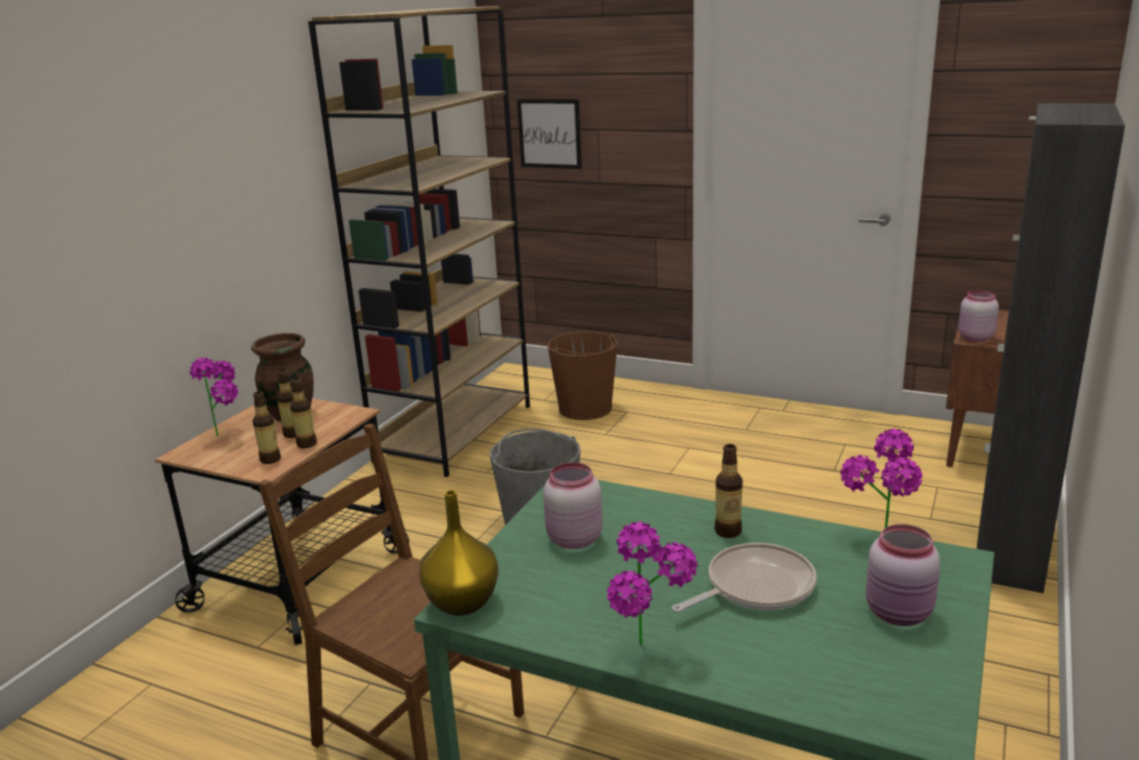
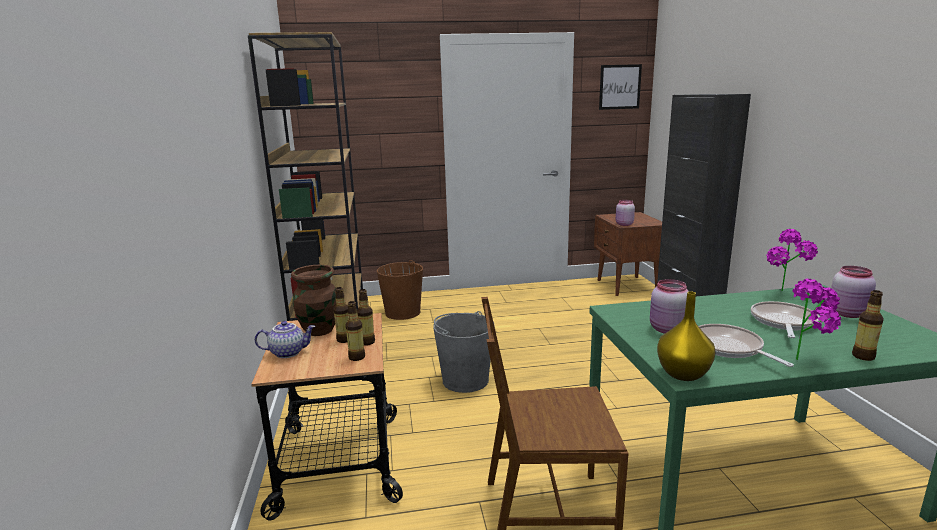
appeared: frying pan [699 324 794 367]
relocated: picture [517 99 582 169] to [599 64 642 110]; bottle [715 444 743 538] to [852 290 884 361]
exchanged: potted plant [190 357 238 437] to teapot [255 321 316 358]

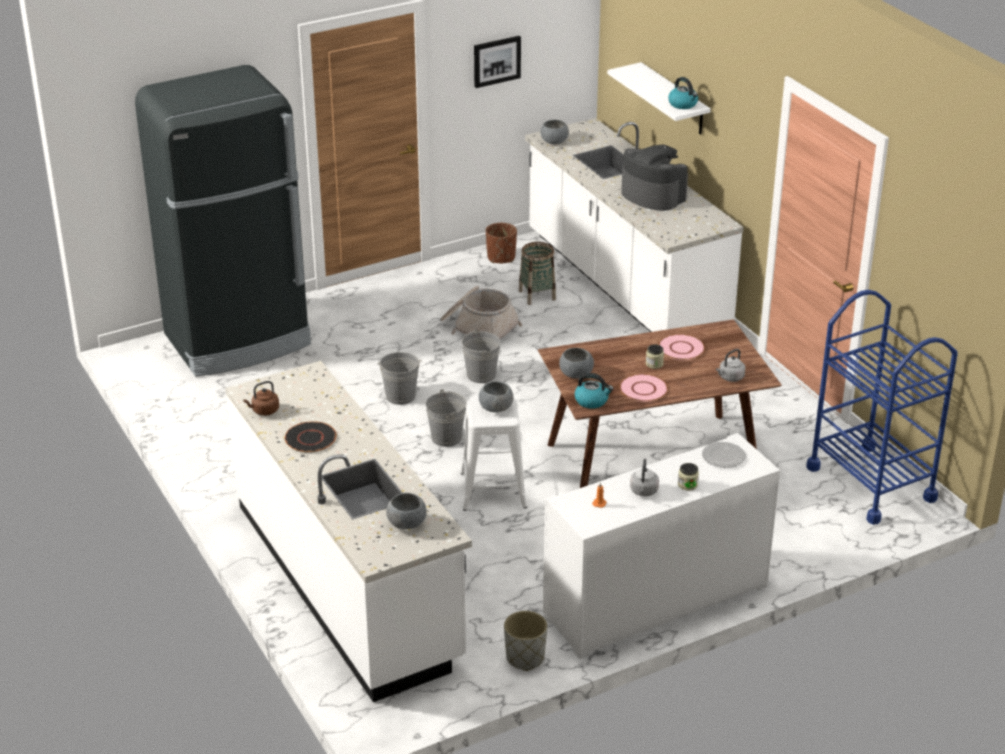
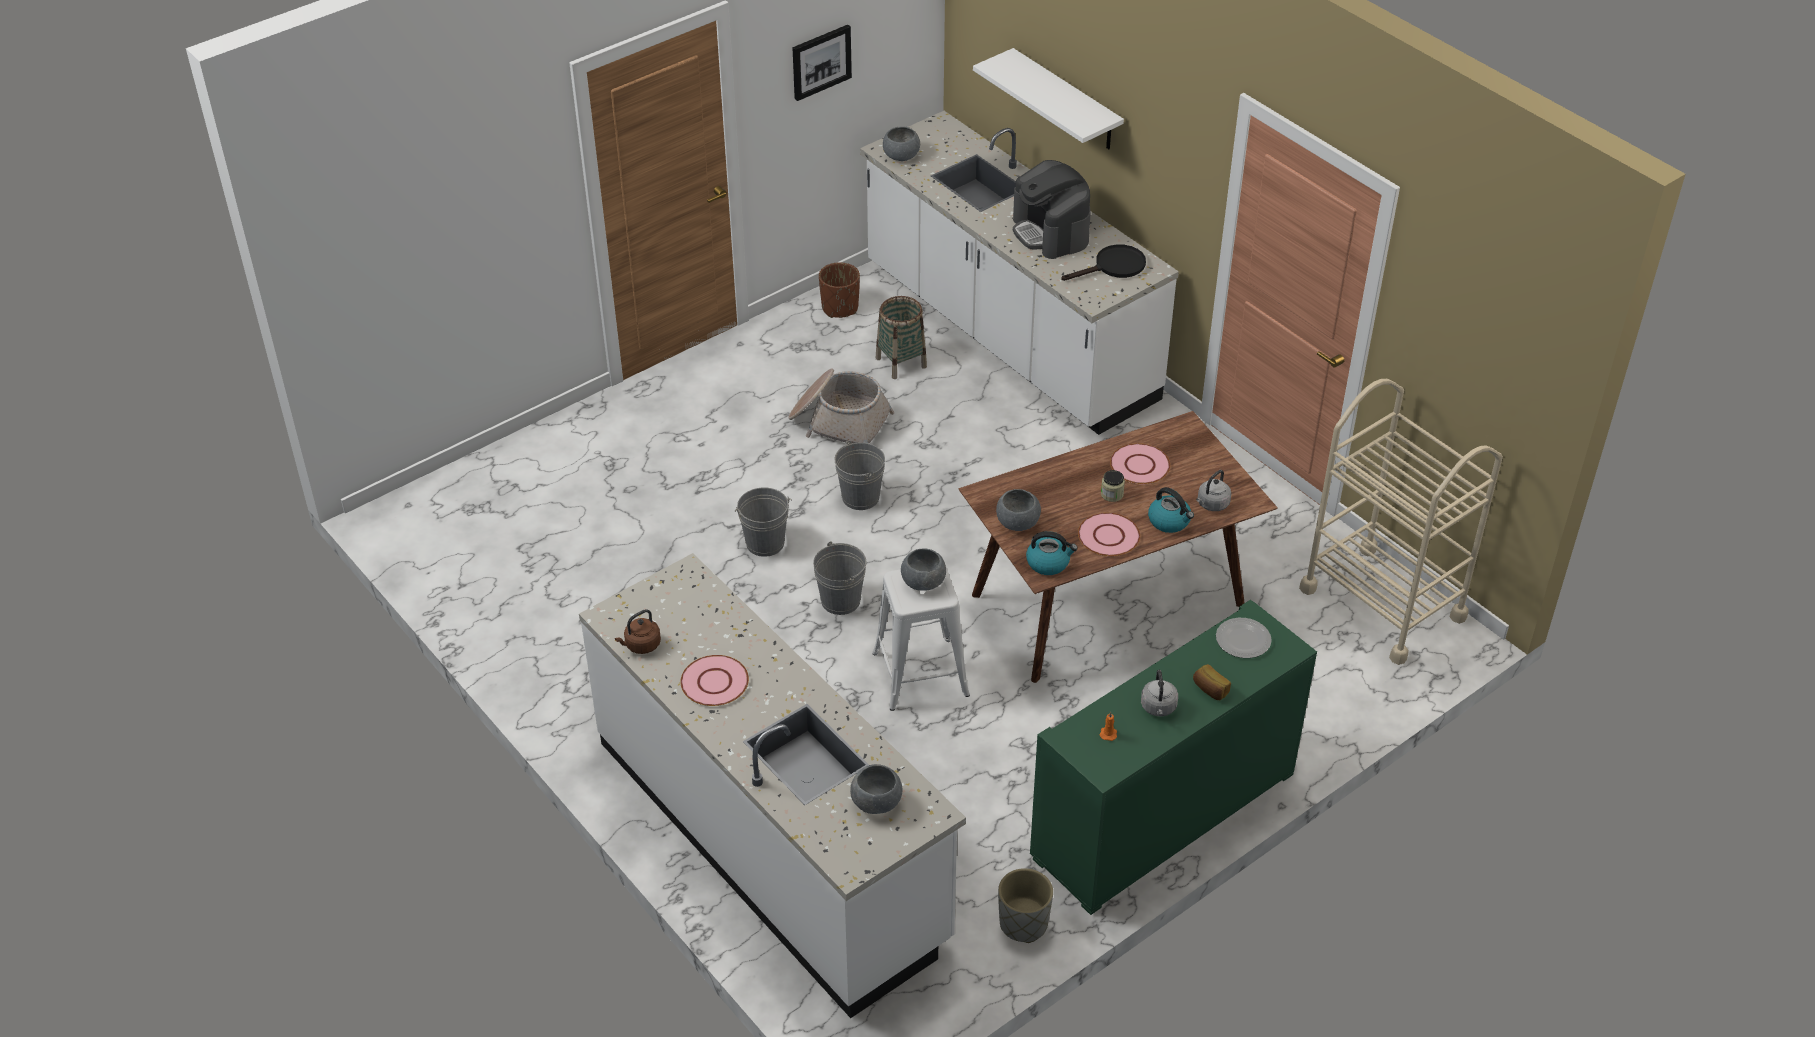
missing: black fridge [135 65 311 376]
appeared: black frying pan [1061 244 1146 281]
relocated: kettle [668 77 698 109] to [1148 487 1194 533]
exchanged: jar [678 463 699 491] to bread [1193 664 1231 700]
colour: black plate [285 421 337 453] to pink plate [680 655 749 706]; white cabinet [543 433 780 659] to green cabinet [1030 600 1317 915]; blue cart [806 290 958 525] to beige cart [1299 379 1503 665]
spun: coffee machine [621 145 688 211] = [1013 160 1091 259] 150 degrees counterclockwise

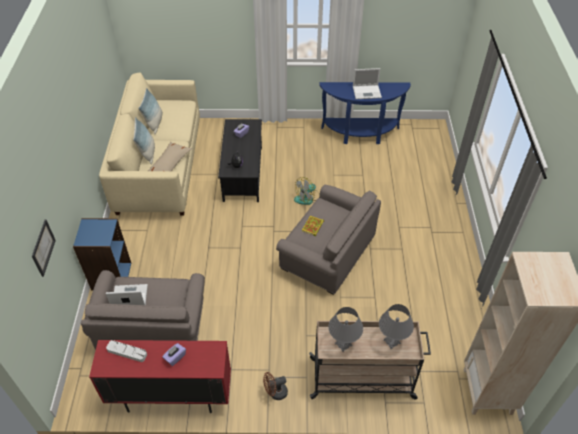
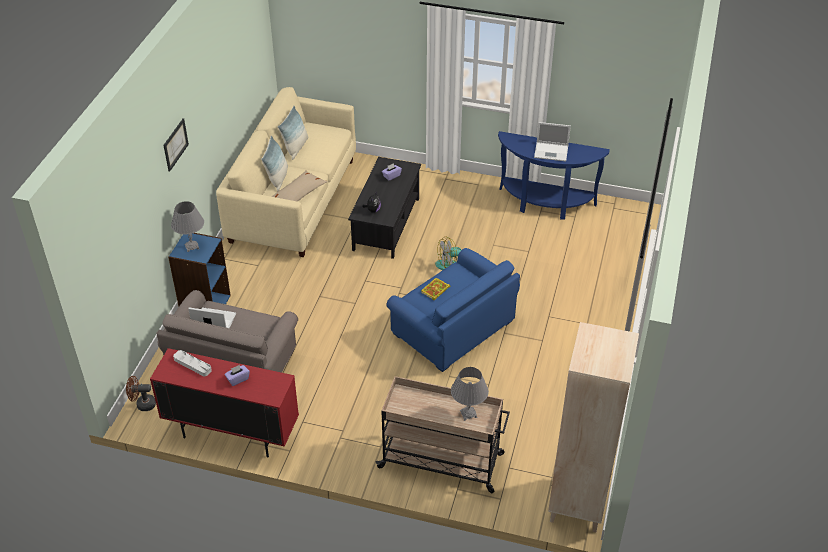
relocated: picture [32 219 56 277] to [163 118 189 172]; brown fan [263 372 288 400] to [126 376 156 411]; grey table lamp [328 307 363 352] to [171 201 204 252]
colour: grey armchair [276 185 381 295] to blue armchair [386 248 520 372]

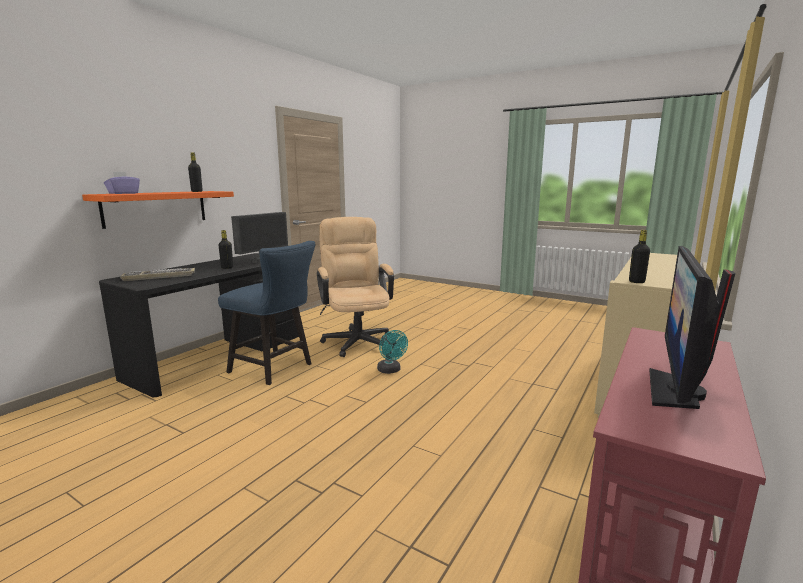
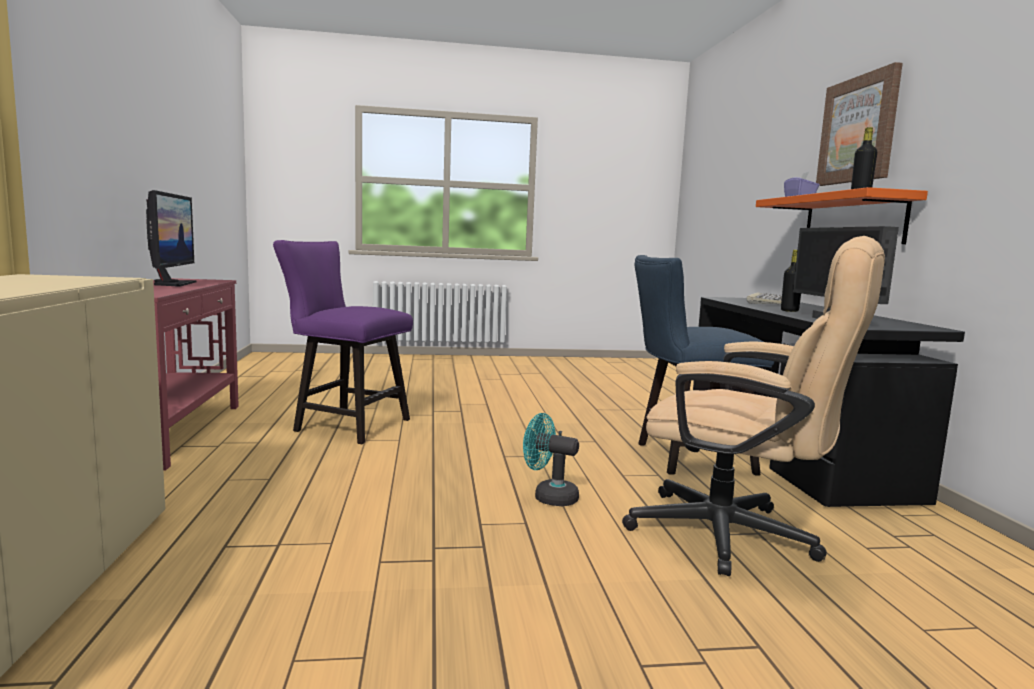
missing: black bottle [629 230 650 283]
appeared: purple chair [273 240 413 444]; picture [816 62 903 186]

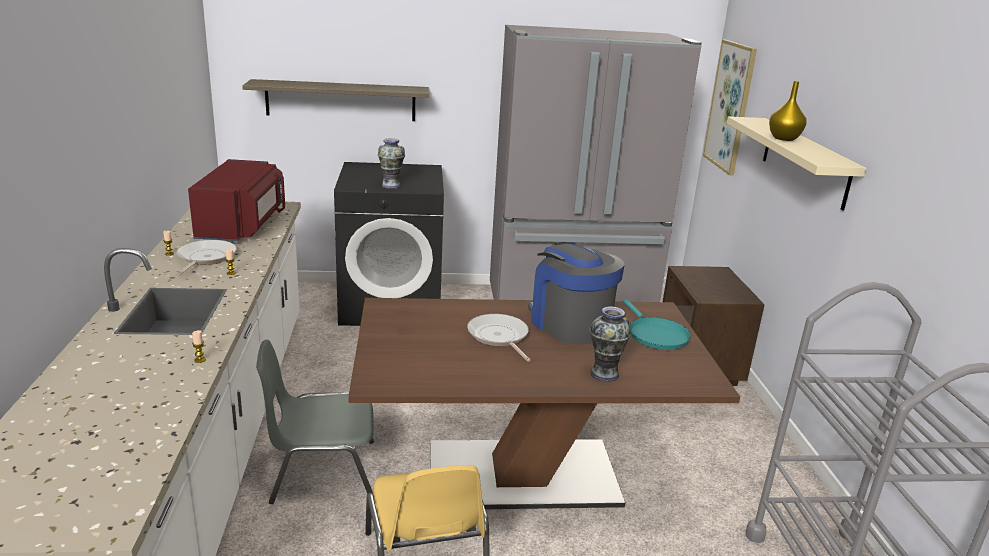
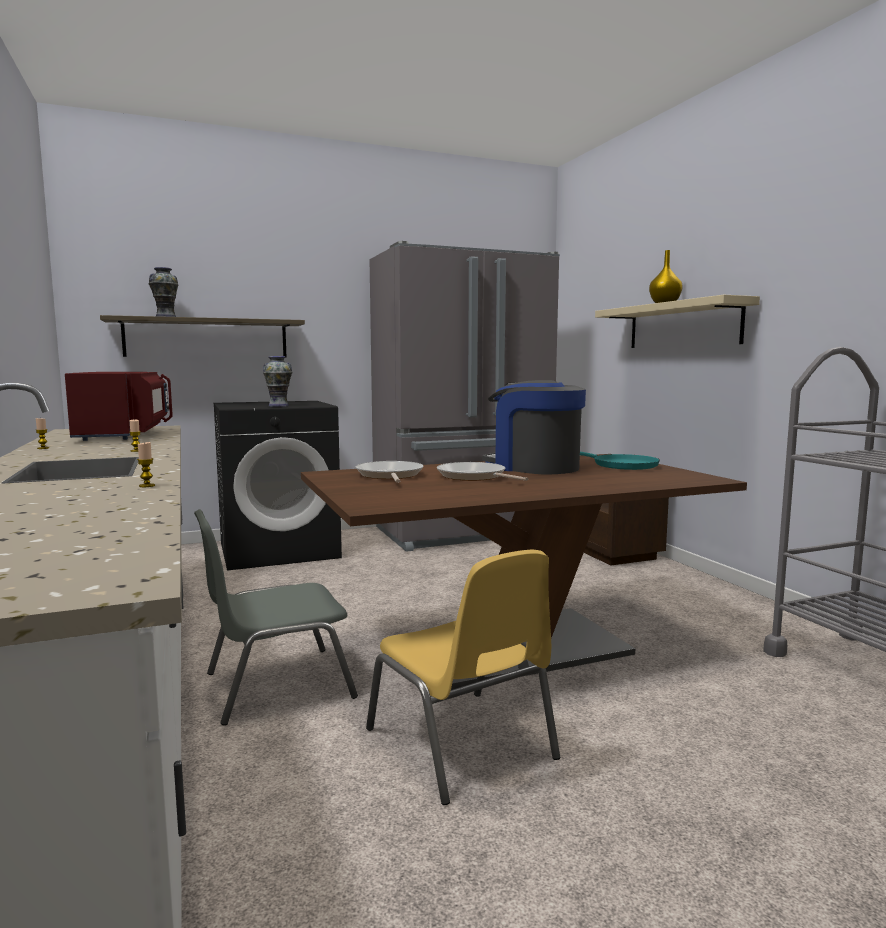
missing: picture [703 39 757 176]
relocated: frying pan [176 240 237 276] to [356 461 424 483]; vase [589 306 631 382] to [149 267 179 317]

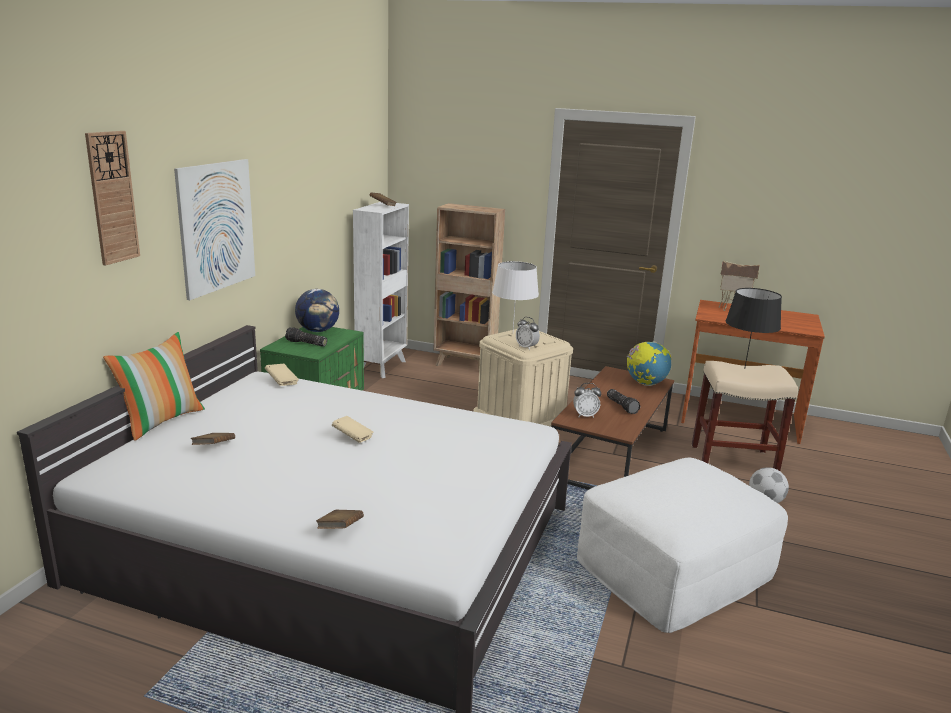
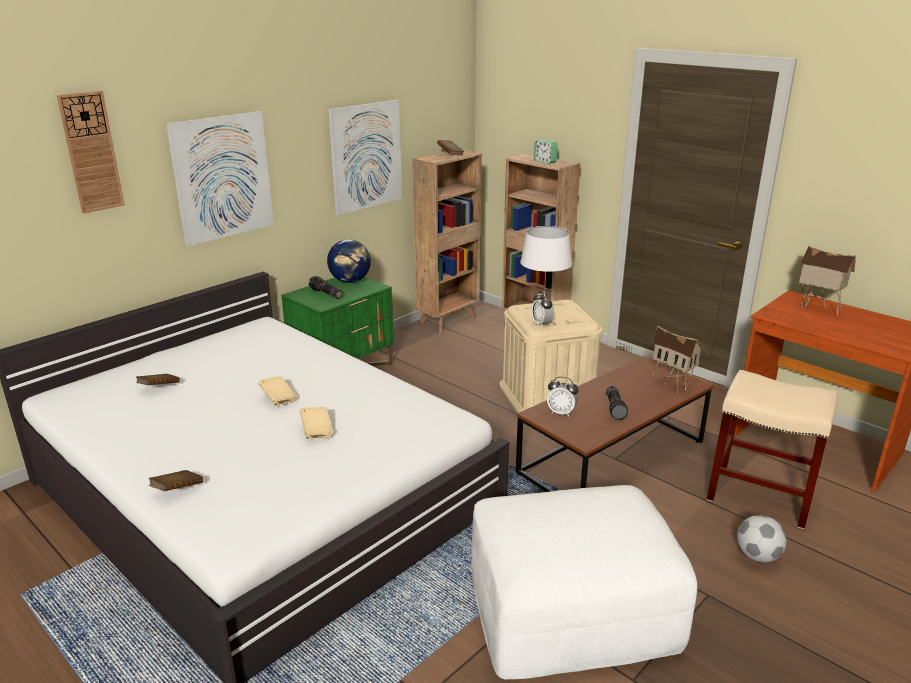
missing: pillow [103 332 205 441]; black table lamp [726 288 782 369]
appeared: picture [328 100 402 215]; alarm clock [534 140 558 164]
relocated: beige book [265 364 299 386] to [300 407 334 439]
exchanged: globe [627 342 671 386] to toy house [649 326 704 394]
colour: white bookcase [353 202 409 378] to brown bookcase [412 150 482 333]

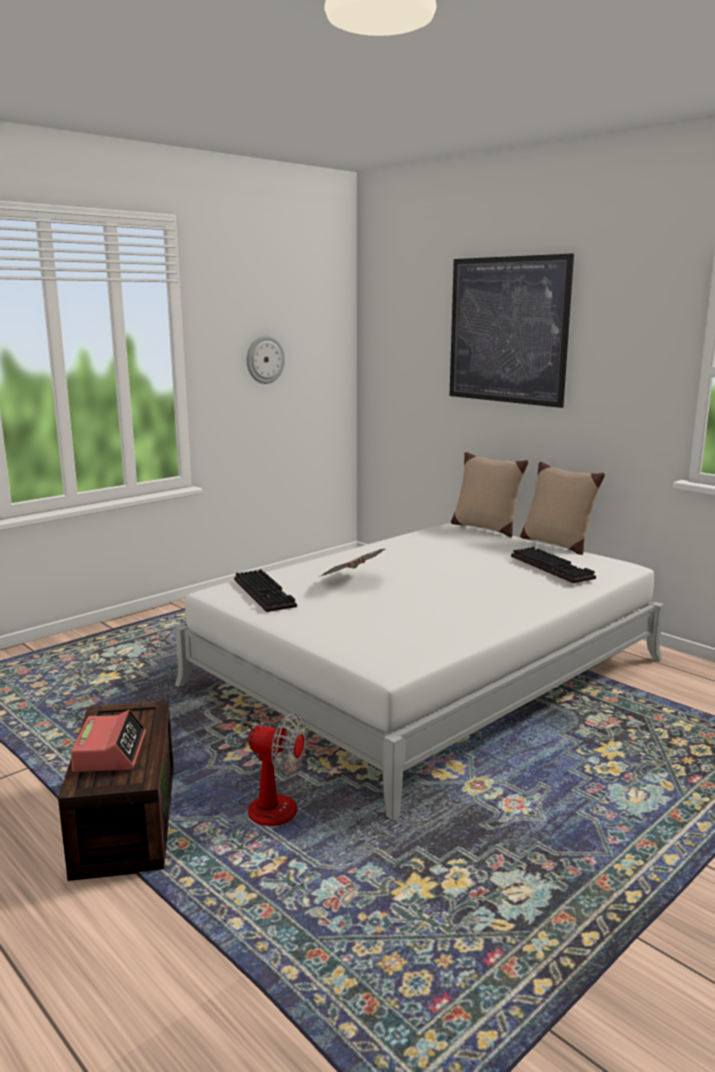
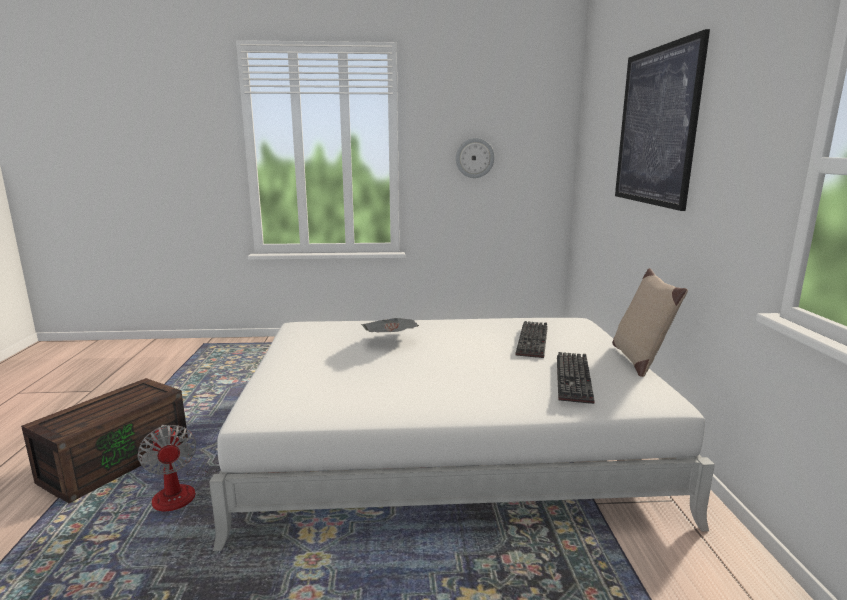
missing: alarm clock [70 710 146 772]; beige pillow [451 452 528 537]
relocated: keyboard [234 569 297 612] to [516 321 548 358]

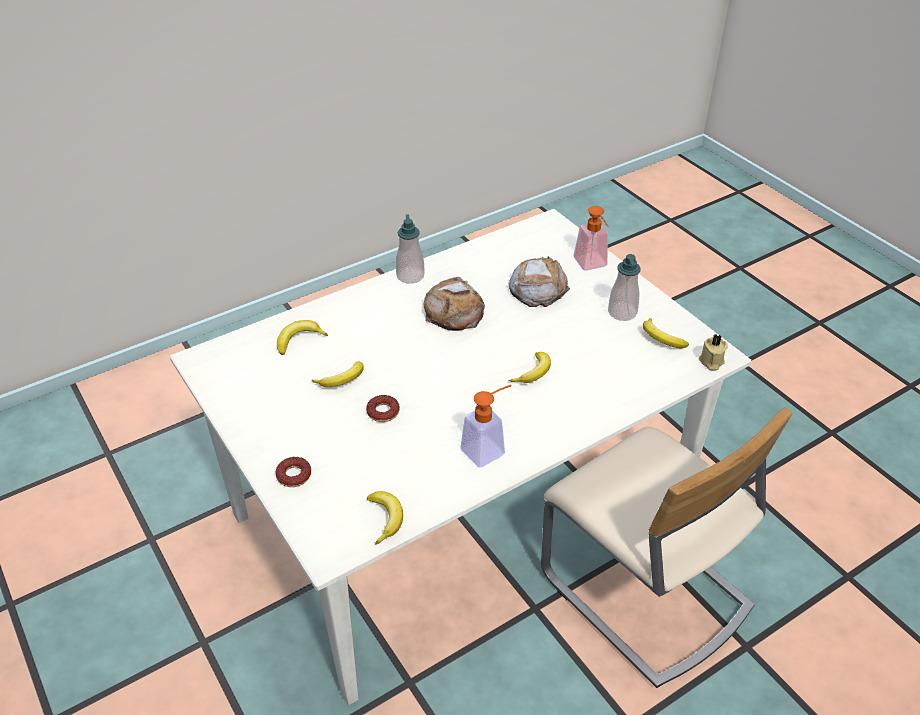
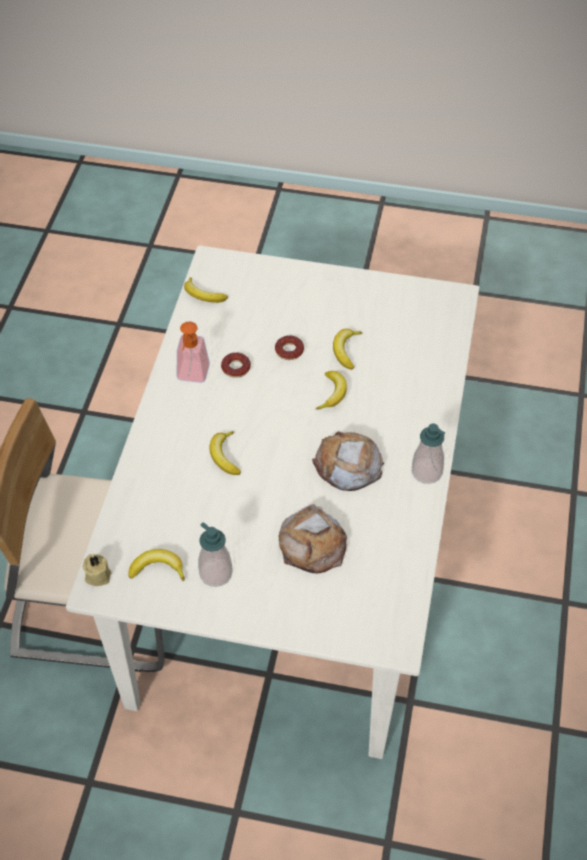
missing: soap dispenser [574 206 608 271]
relocated: donut [275 457 311 487] to [221 352 251 378]; banana [277 320 328 355] to [316 371 347 410]

